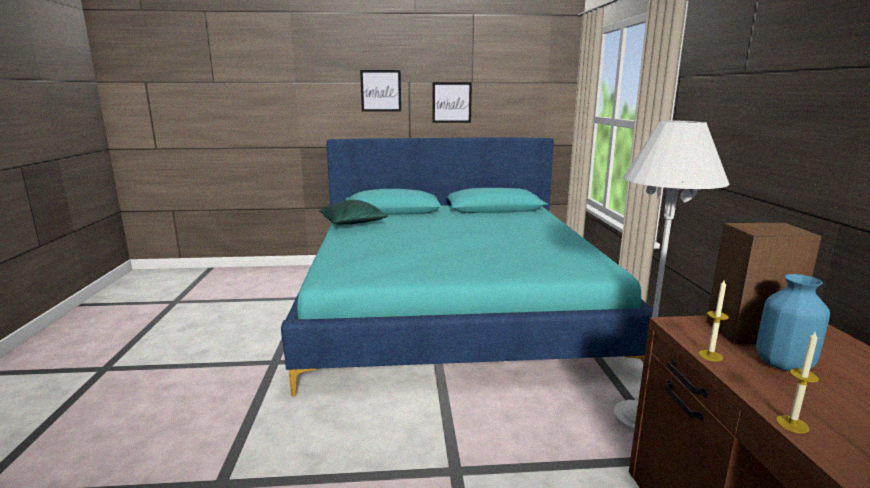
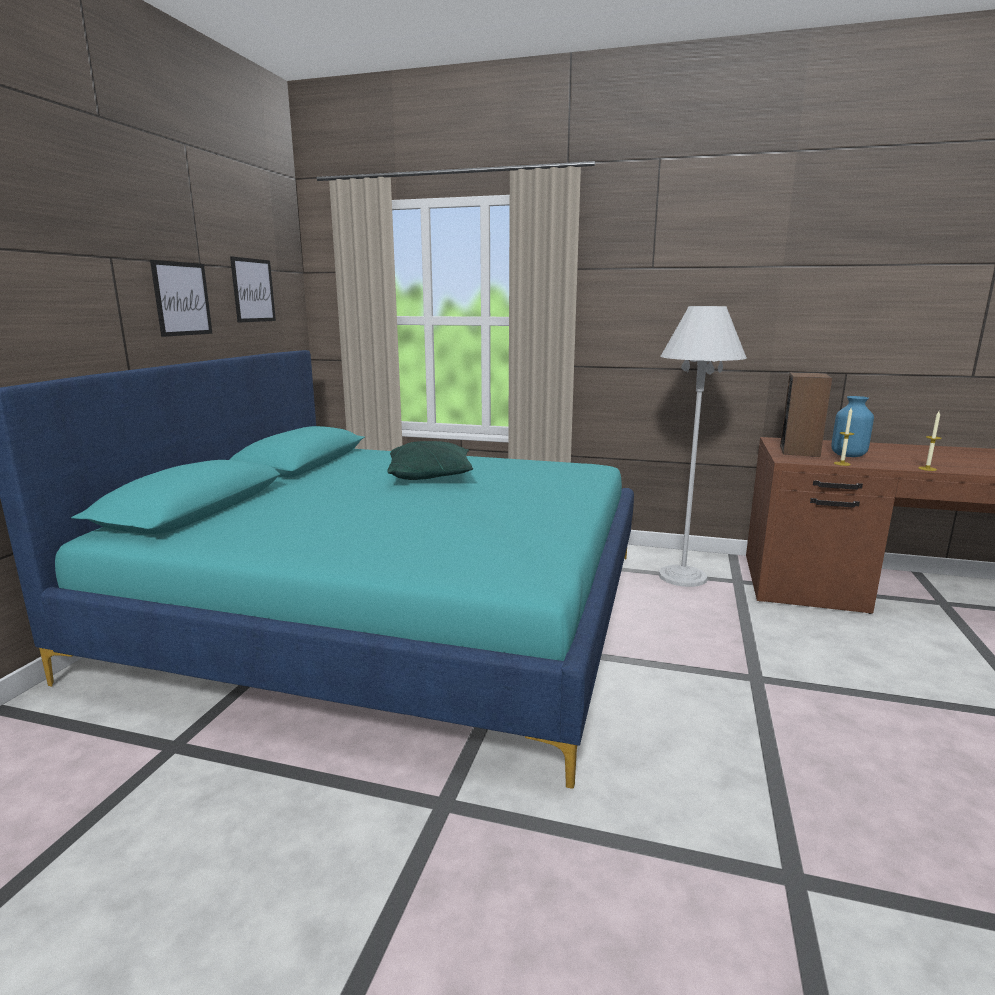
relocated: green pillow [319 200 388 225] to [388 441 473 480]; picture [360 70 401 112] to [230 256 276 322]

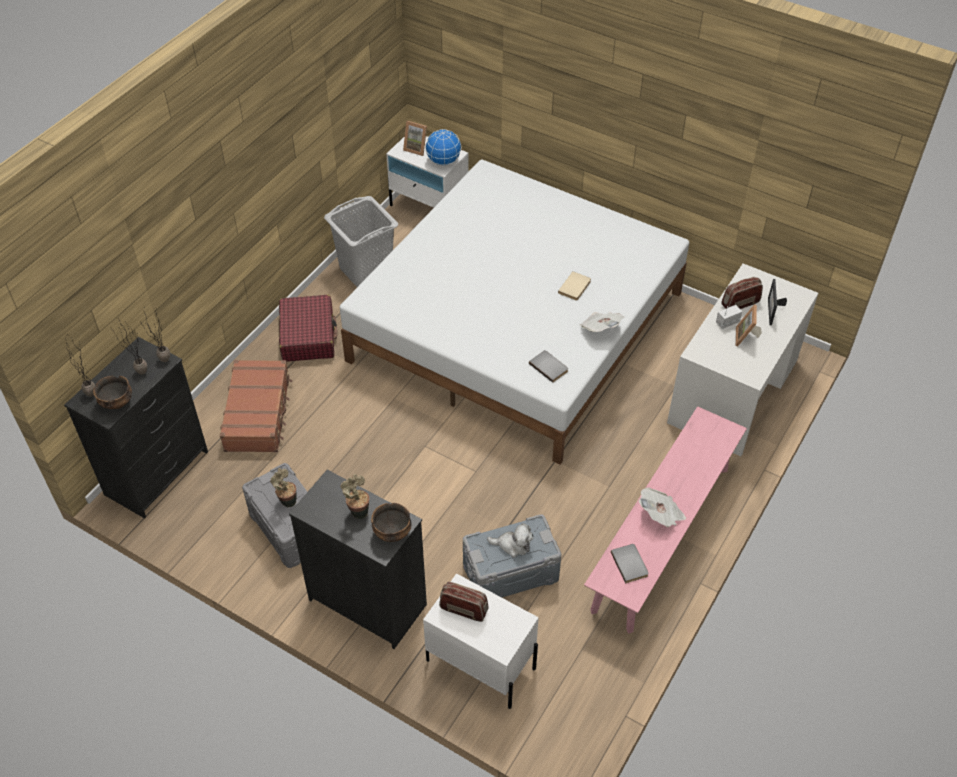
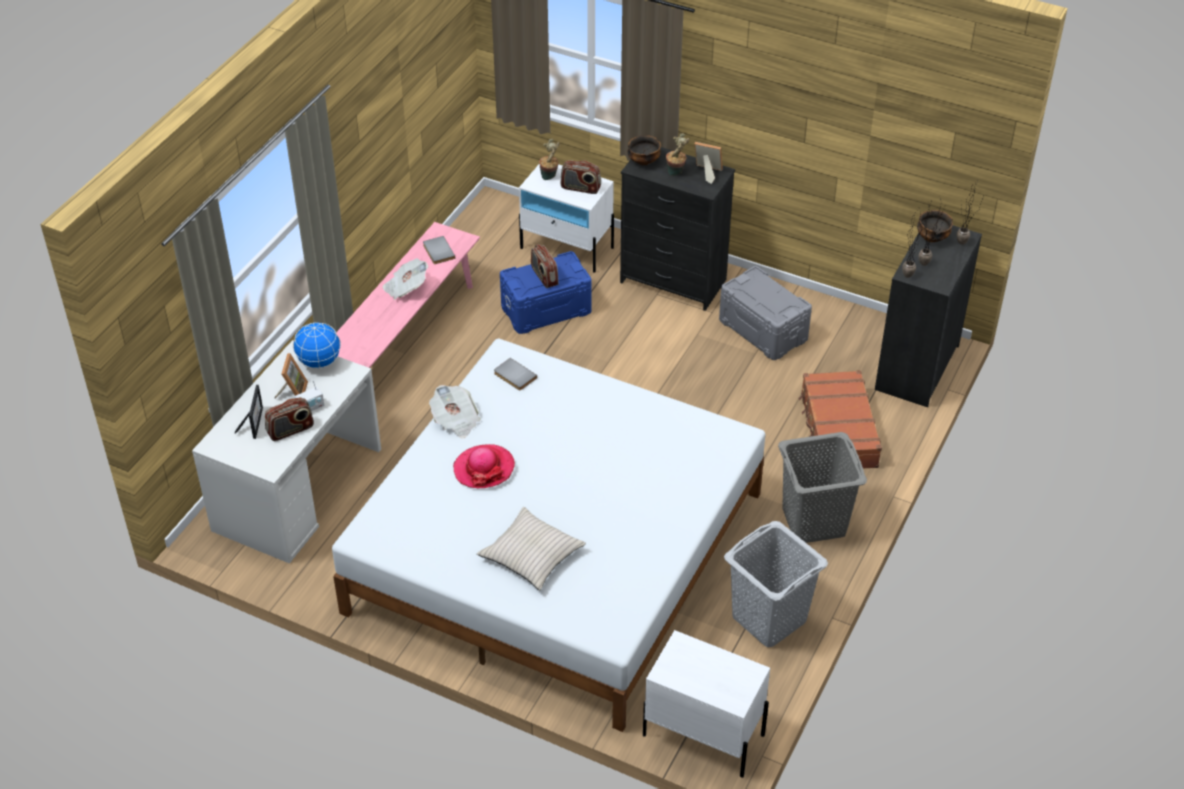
appeared: beige pillow [477 507 586 590]
relocated: potted plant [270 468 297 507] to [539 139 559 180]; picture frame [403 121 427 156] to [694 142 723 184]; globe [425 129 461 166] to [293 322 341 369]
exchanged: red suitcase [279 295 337 362] to grey laundry basket [778 432 867 543]; plush toy [487 523 534 558] to radio [531 244 559 288]; beige book [558 271 591 301] to hat [453 444 515 488]
colour: grey storage box [463 514 561 597] to blue storage box [500 251 592 334]

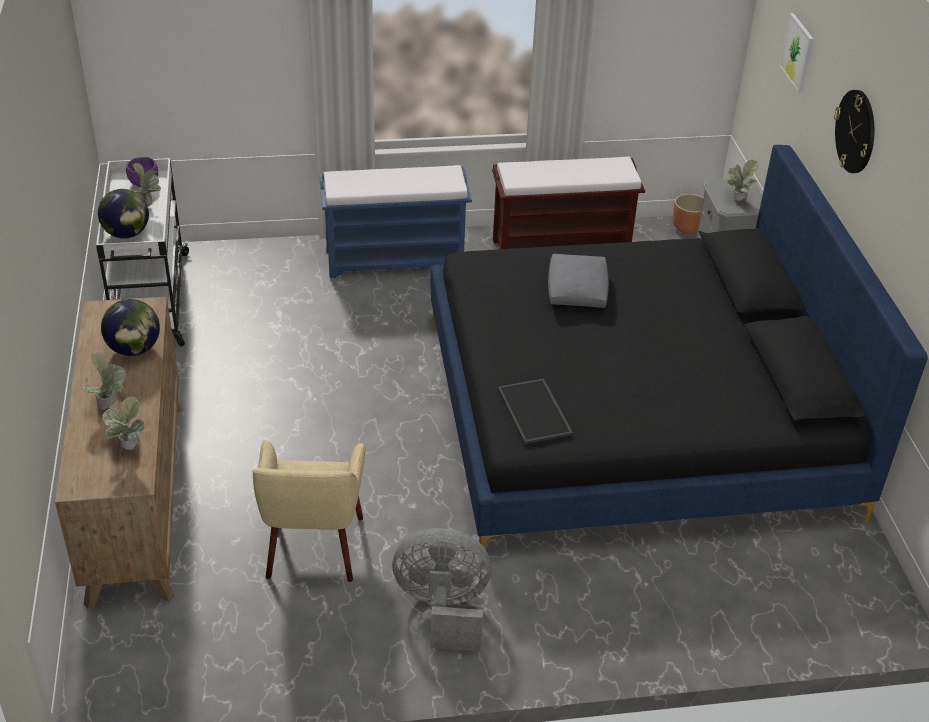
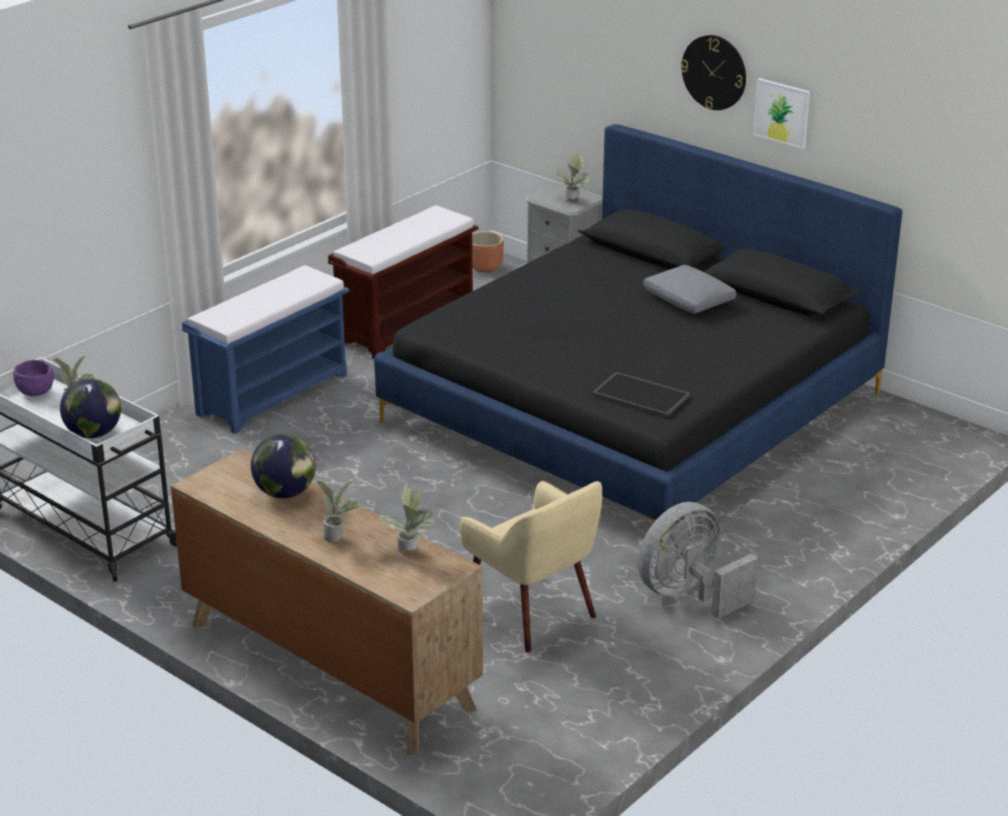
relocated: grey pillow [548 254 609 308] to [643 265 736 313]; picture [779 13 813 92] to [753 78 810 149]

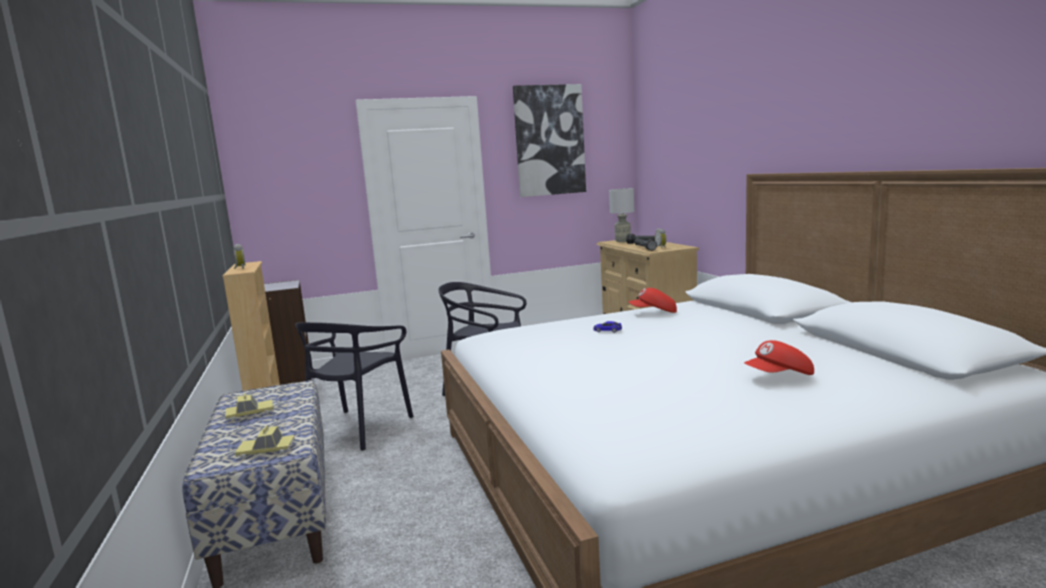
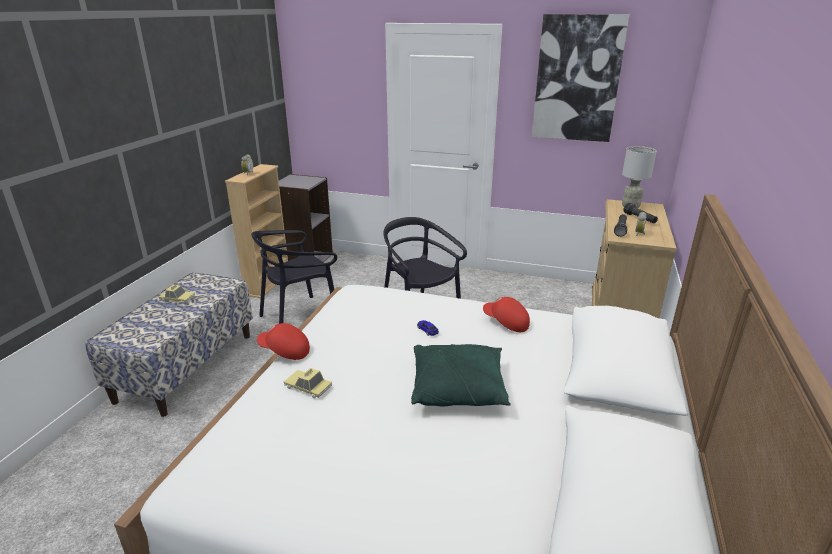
appeared: green pillow [411 344 511 406]
relocated: toy car [235 425 295 459] to [284 368 332 399]; red cap [744 340 814 375] to [257 323 310 360]

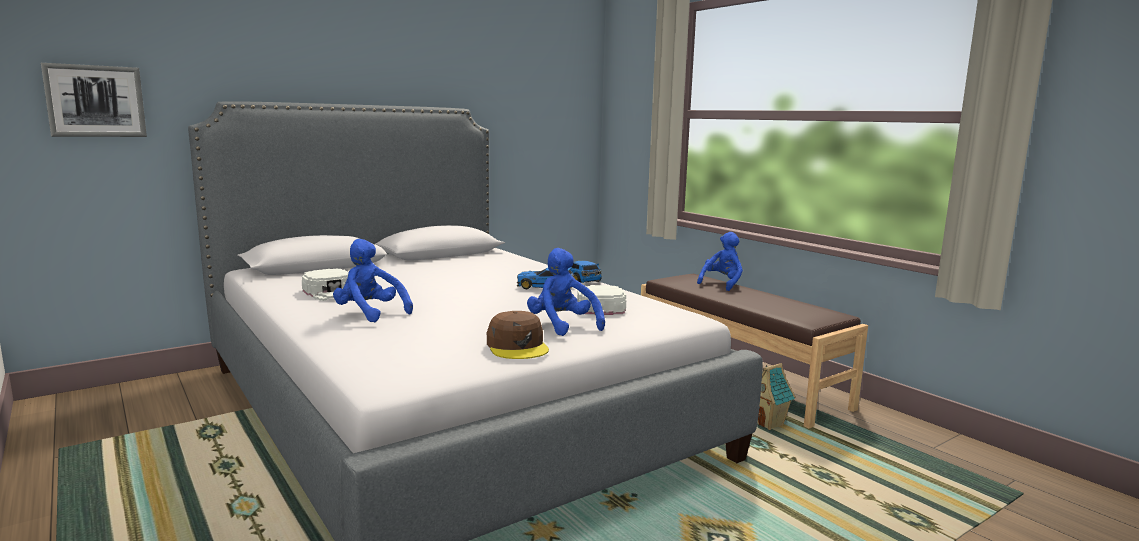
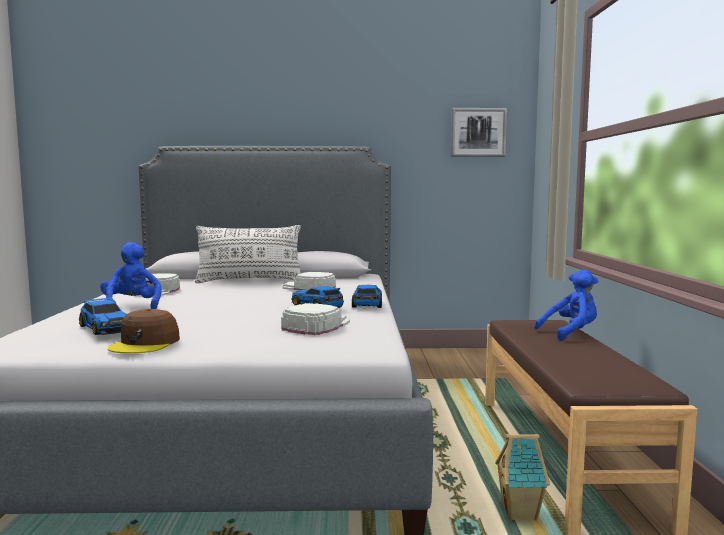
missing: blue plush toy [527 248 605 336]
appeared: toy car [79 297 127 335]; white pillow [195 225 301 283]; white cap [282 272 336 290]
relocated: picture [41 63 147 137] to [451 108 507 157]

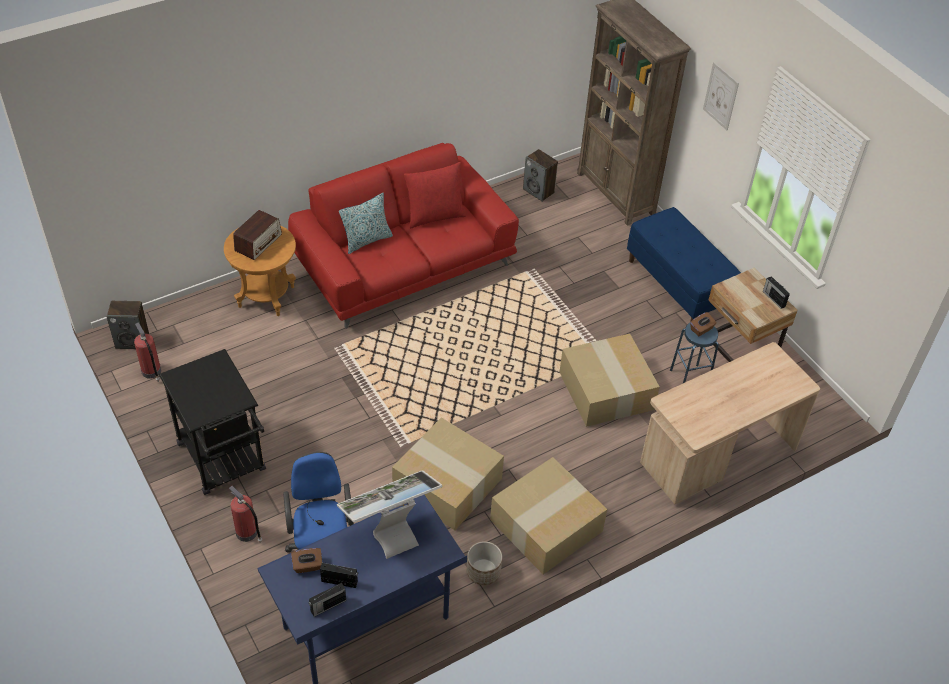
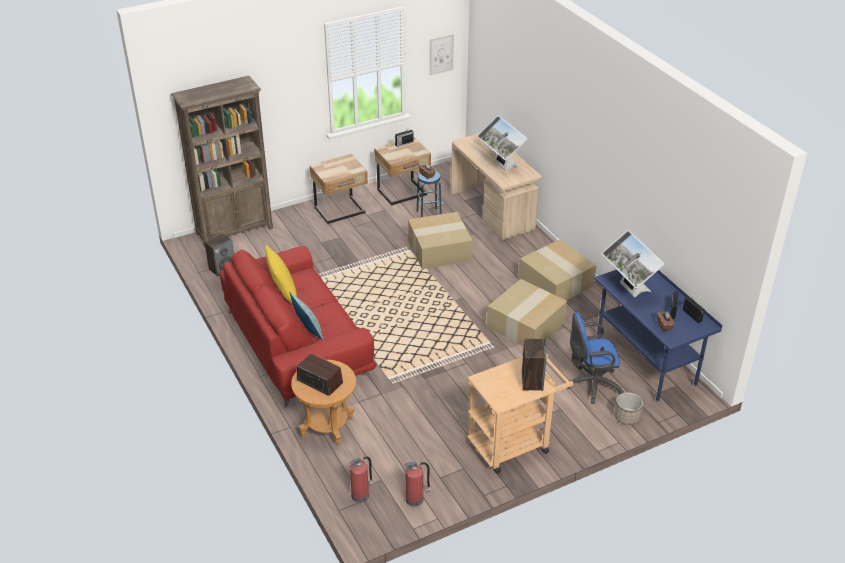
appeared: monitor [477 115 528 171]
relocated: speaker [106 301 149 349] to [522 339 546 391]; fire extinguisher [229 486 262 543] to [349 456 373 503]; planter [467 541 502 585] to [614 392 643 425]; picture [703 62 739 130] to [430 34 454 75]
exchanged: blue bench [627 207 741 322] to beige nightstand [310 154 368 224]
colour: black cart [159 349 266 495] to beige cart [467 354 574 474]; red pillow [404 162 466 228] to yellow pillow [265 245 297 304]

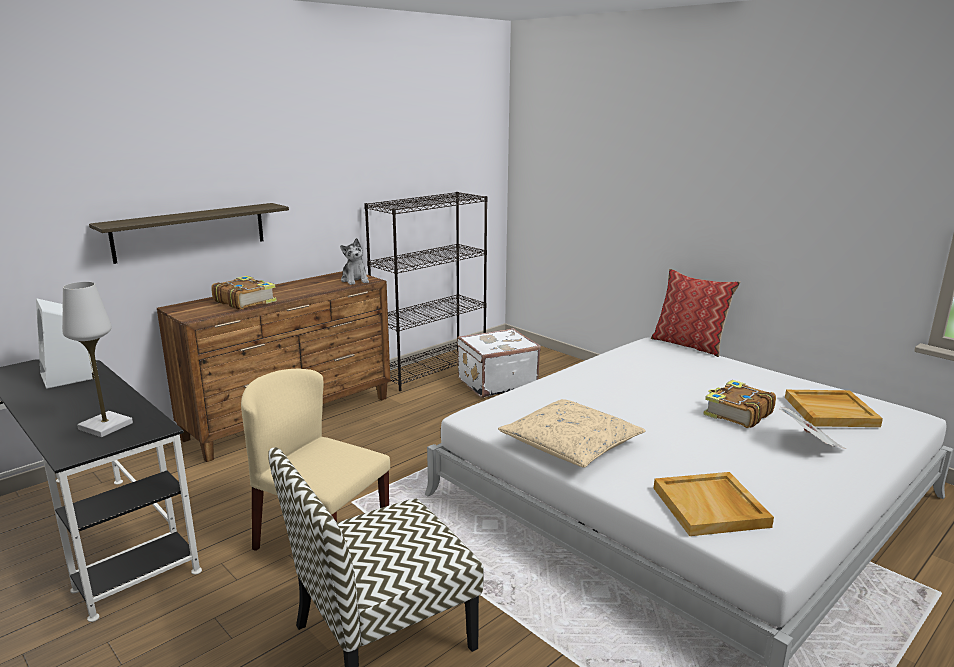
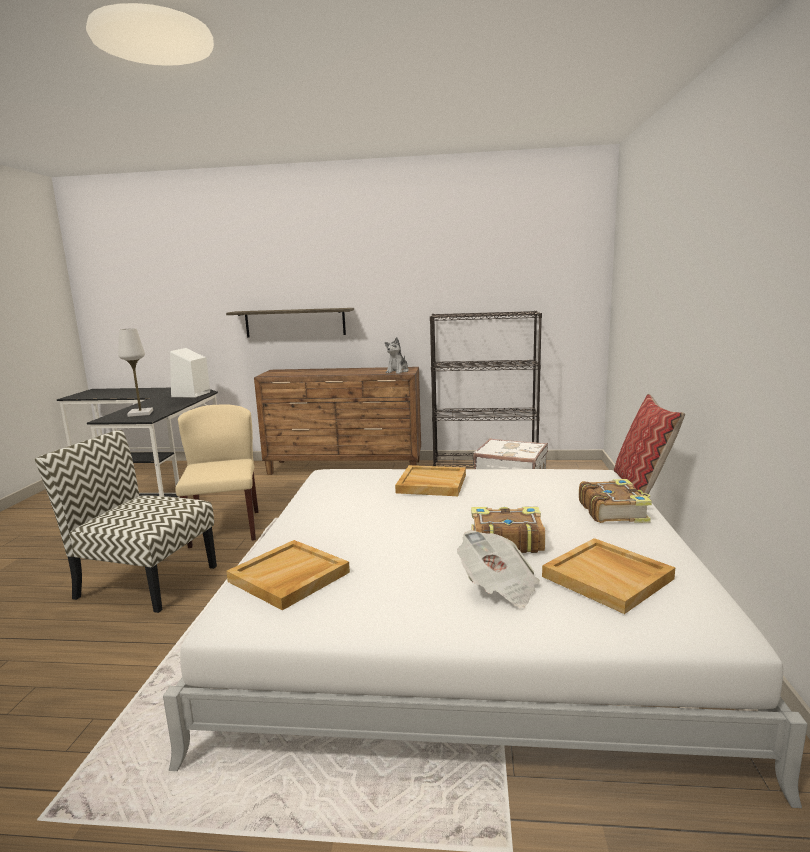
missing: beige pillow [498 399 646 468]
appeared: beige tray [395 465 466 496]
relocated: book [211 276 277 310] to [579 479 652 523]

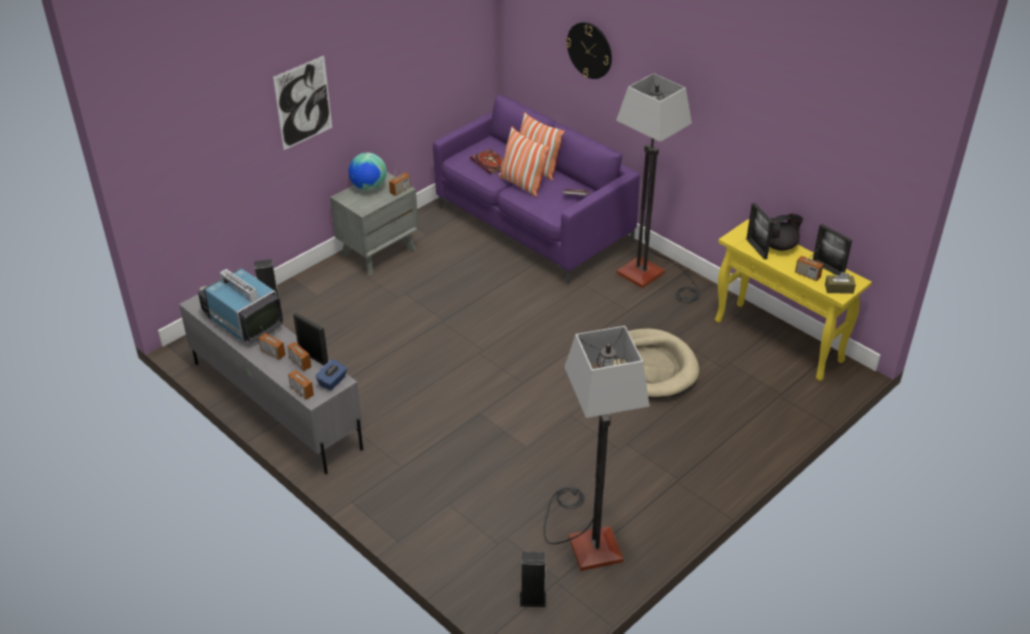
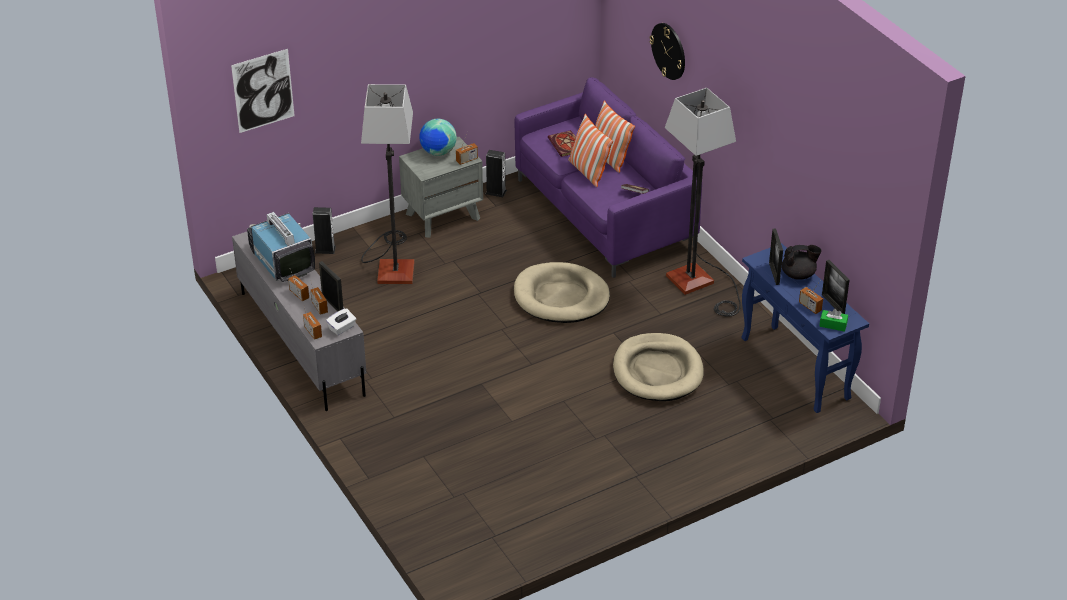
appeared: beige dog bed [514 262 610 323]
relocated: picture [273 56 332 150] to [231 49 295 133]; speaker [520 552 546 607] to [486 150 507 197]; floor lamp [543 326 650 571] to [361 84 414 284]
colour: blue tissue box [315 359 347 390] to white tissue box [326 308 356 335]; yellow console table [715 219 872 381] to blue console table [741 243 869 413]; brown tissue box [825 272 856 294] to green tissue box [819 309 848 332]

